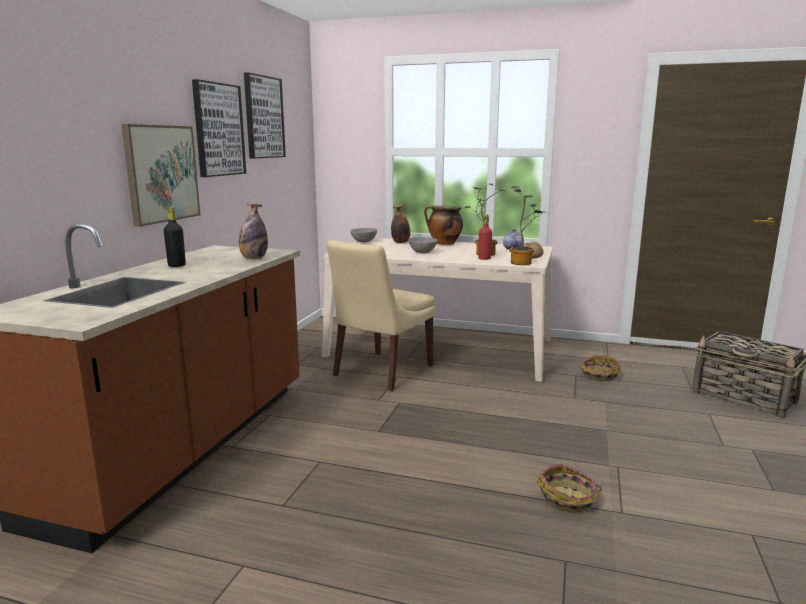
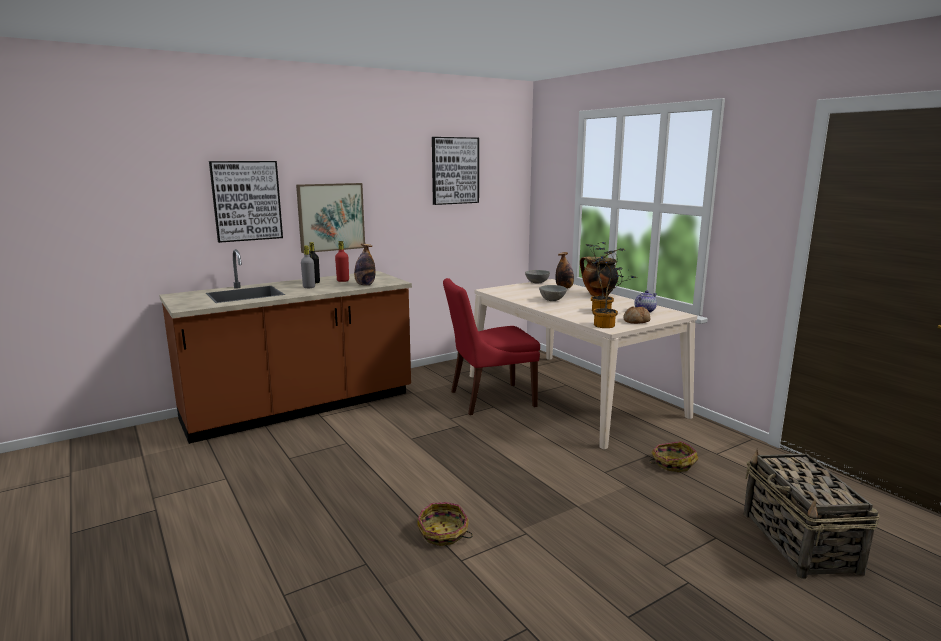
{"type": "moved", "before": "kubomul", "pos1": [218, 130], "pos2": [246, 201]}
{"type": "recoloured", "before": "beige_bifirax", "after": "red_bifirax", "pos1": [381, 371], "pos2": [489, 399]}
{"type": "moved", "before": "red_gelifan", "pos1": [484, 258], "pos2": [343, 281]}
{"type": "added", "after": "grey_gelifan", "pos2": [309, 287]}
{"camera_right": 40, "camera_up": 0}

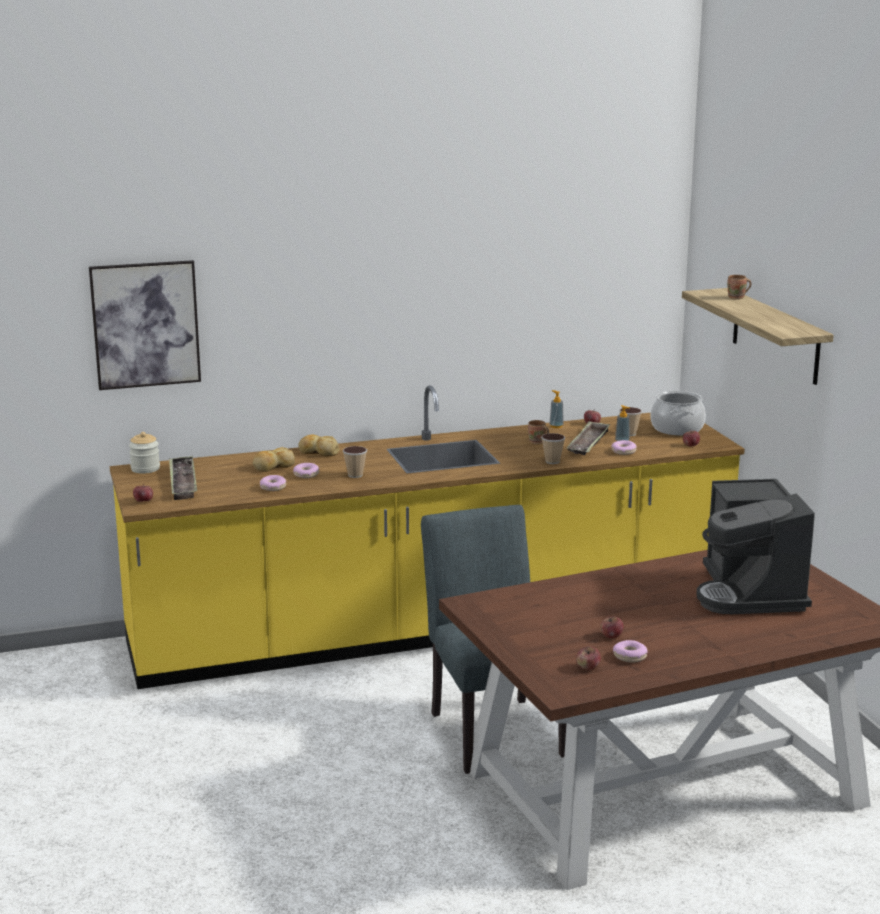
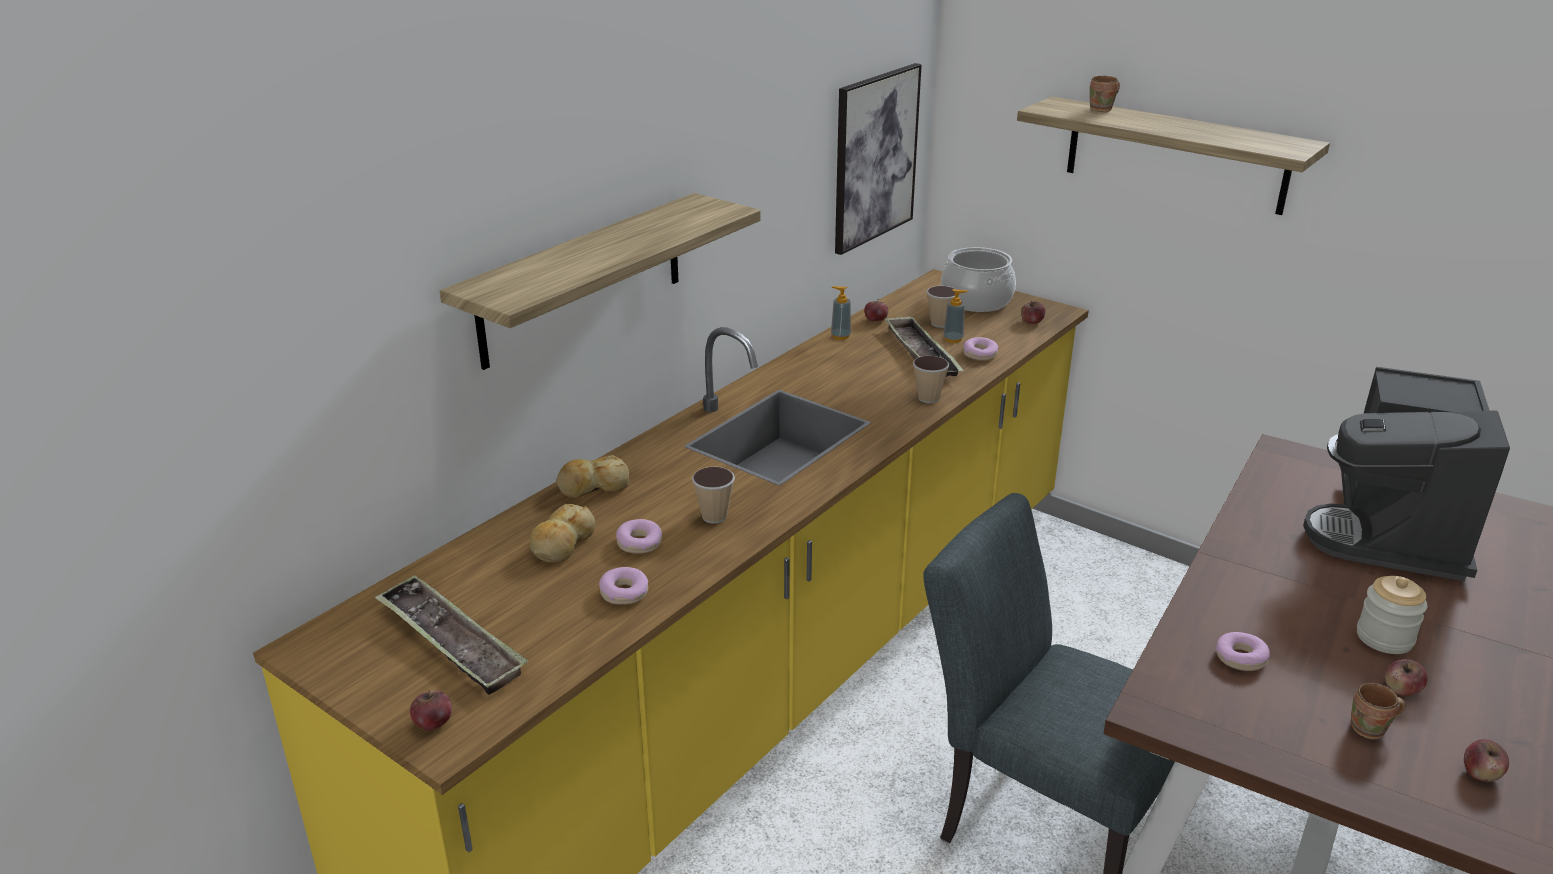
{"type": "moved", "before": "kubomul", "pos1": [145, 324], "pos2": [875, 157]}
{"type": "moved", "before": "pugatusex", "pos1": [145, 469], "pos2": [1384, 638]}
{"type": "moved", "before": "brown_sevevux", "pos1": [537, 442], "pos2": [1370, 730]}
{"type": "moved", "before": "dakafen", "pos1": [630, 656], "pos2": [1240, 658]}
{"type": "turned", "before": "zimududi", "pos1": [750, 593], "pos2": [1392, 533], "turn": 60}
{"type": "added", "after": "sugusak", "pos2": [582, 279]}
{"camera_right": -35, "camera_up": 10}

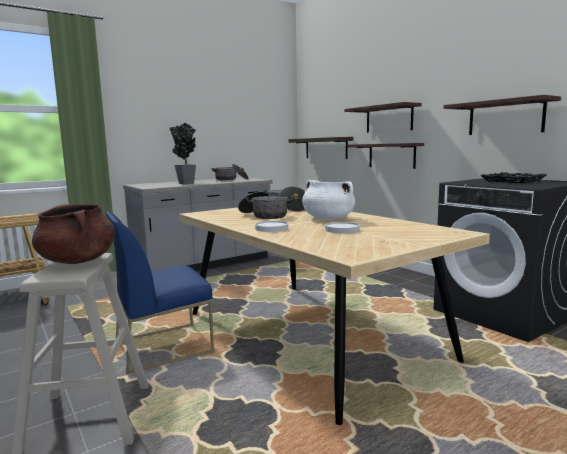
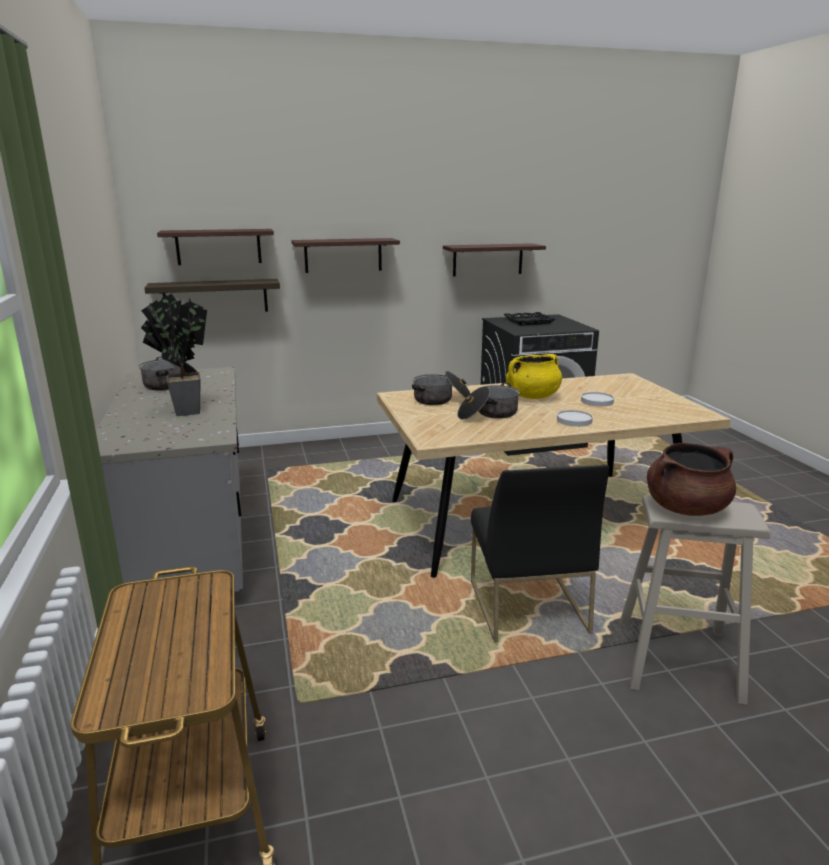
{"type": "recoloured", "before": "blue_bifirax", "after": "black_bifirax", "pos1": [164, 347], "pos2": [526, 606]}
{"type": "recoloured", "before": "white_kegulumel", "after": "yellow_kegulumel", "pos1": [328, 218], "pos2": [532, 396]}
{"type": "moved", "before": "sugusak", "pos1": [391, 155], "pos2": [218, 246]}
{"camera_right": -70, "camera_up": 10}

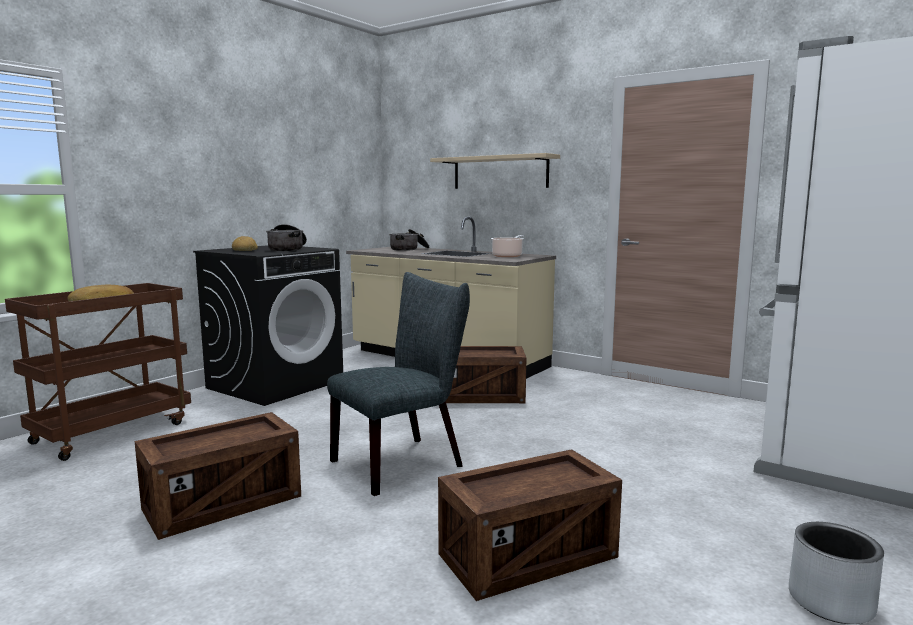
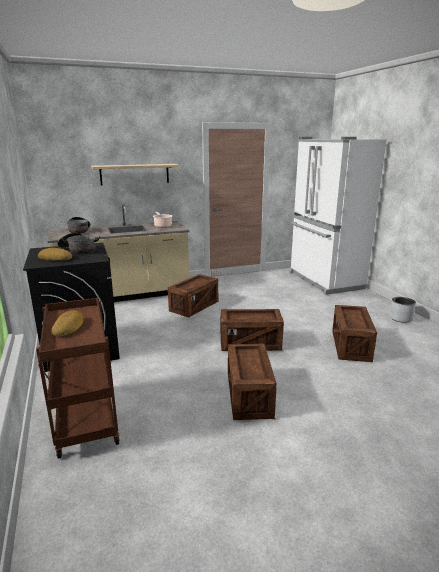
{"type": "replaced", "before": "grey_bifirax", "after": "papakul", "pos1": [404, 462], "pos2": [250, 343]}
{"camera_right": -55, "camera_up": 10}

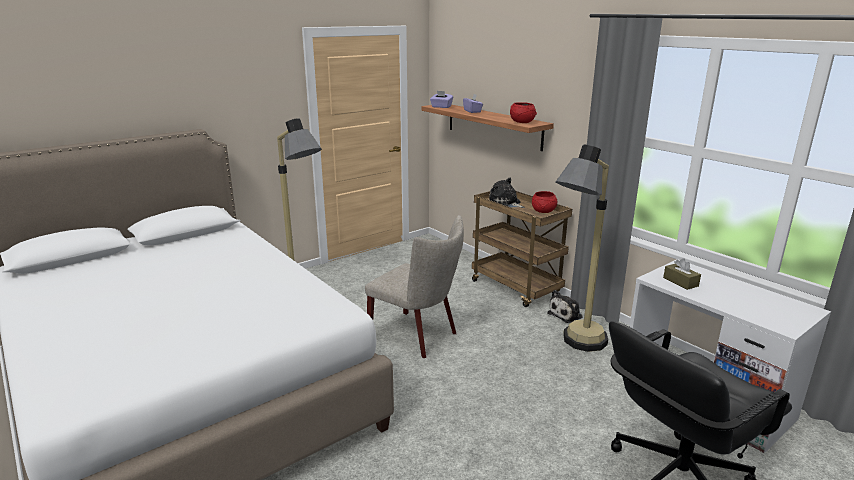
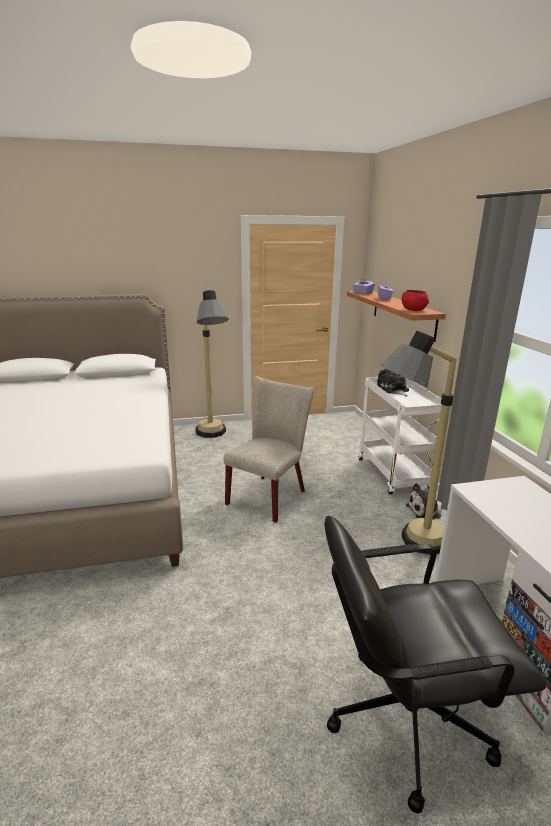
{"type": "turned", "before": "beige_bifirax", "pos1": [418, 336], "pos2": [270, 495], "turn": -120}
{"type": "recoloured", "before": "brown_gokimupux", "after": "white_gokimupux", "pos1": [516, 288], "pos2": [395, 475]}
{"type": "removed", "before": "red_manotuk", "pos1": [544, 211]}
{"type": "removed", "before": "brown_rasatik", "pos1": [680, 282]}
{"camera_right": 25, "camera_up": 0}

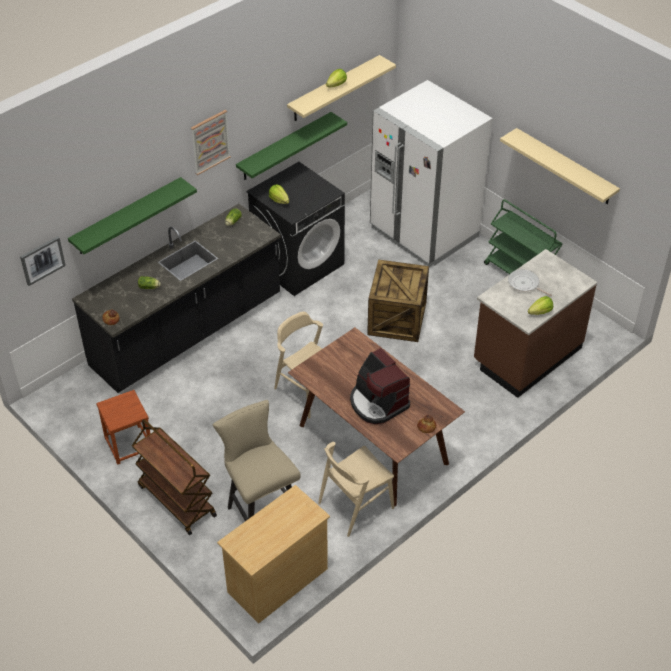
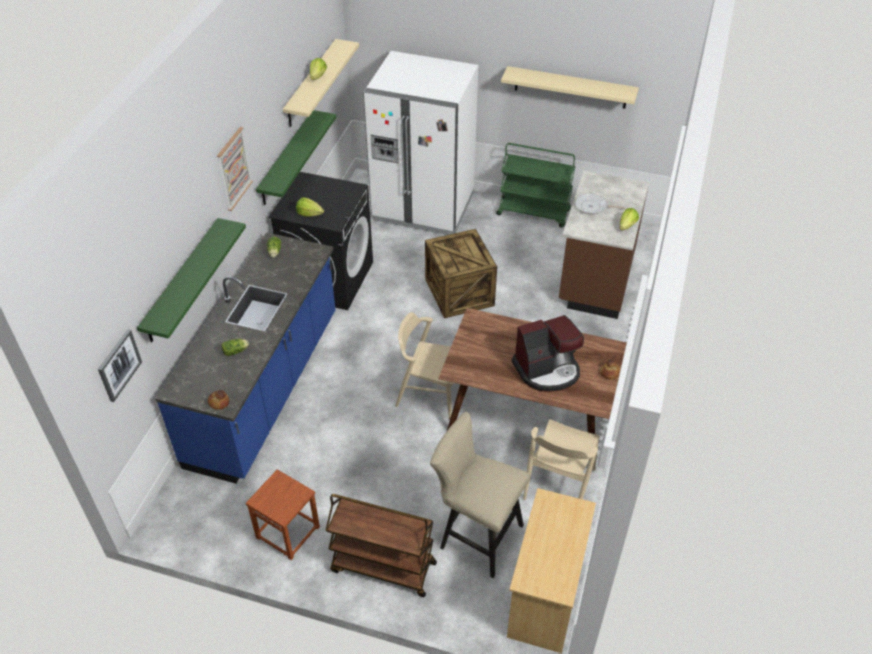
{"type": "recoloured", "before": "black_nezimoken", "after": "blue_nezimoken", "pos1": [187, 332], "pos2": [266, 388]}
{"type": "turned", "before": "zimududi", "pos1": [378, 403], "pos2": [547, 370], "turn": -45}
{"camera_right": -30, "camera_up": 0}

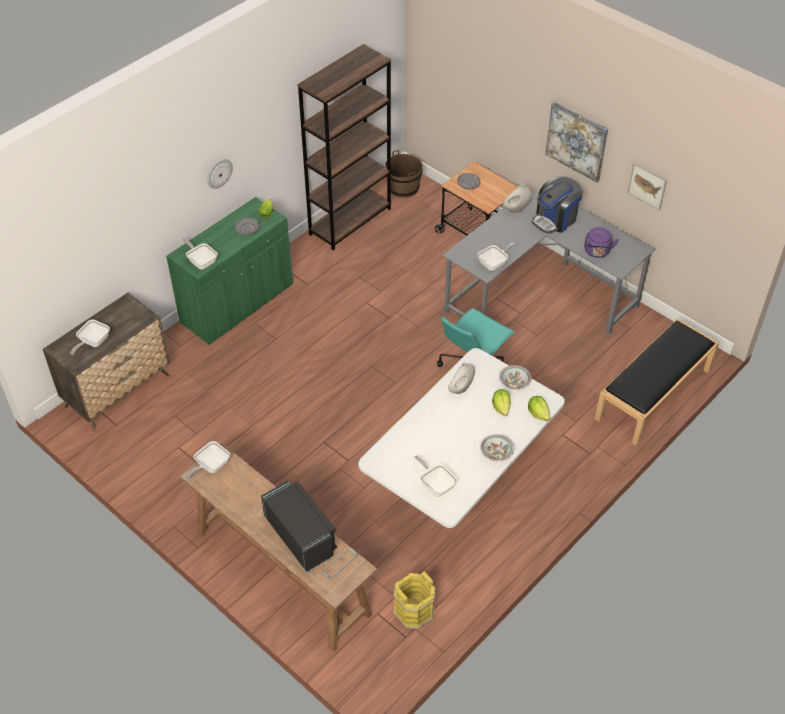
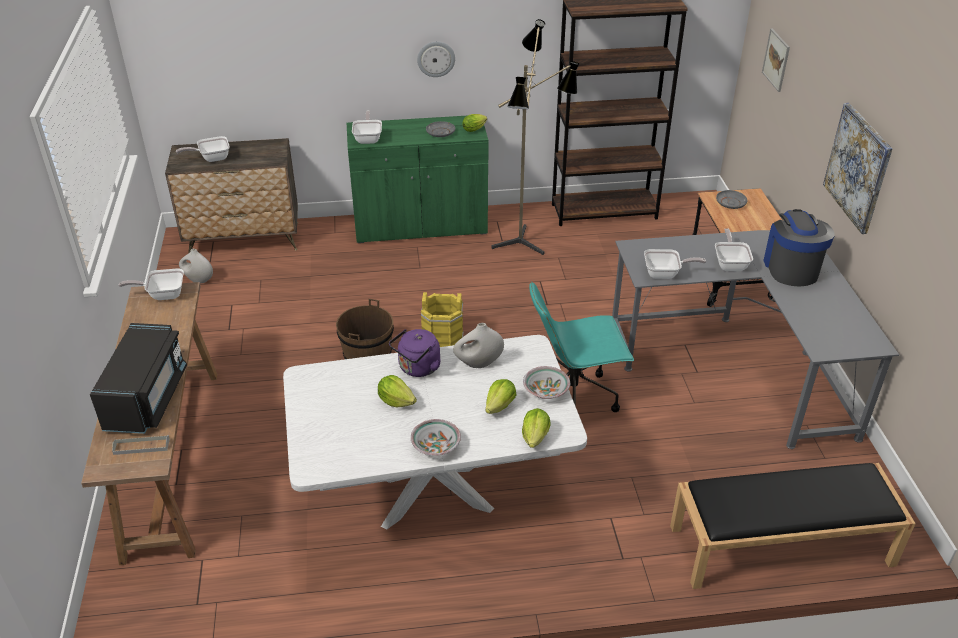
{"type": "moved", "before": "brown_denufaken", "pos1": [403, 188], "pos2": [367, 355]}
{"type": "moved", "before": "yellow_denufaken", "pos1": [413, 611], "pos2": [443, 340]}
{"type": "moved", "before": "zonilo", "pos1": [436, 485], "pos2": [730, 263]}
{"type": "moved", "before": "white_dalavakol", "pos1": [516, 209], "pos2": [198, 280]}
{"type": "turned", "before": "zimududi", "pos1": [555, 219], "pos2": [791, 268], "turn": 90}
{"type": "moved", "before": "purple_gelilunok", "pos1": [597, 252], "pos2": [417, 368]}
{"type": "moved", "before": "kubomul", "pos1": [647, 186], "pos2": [776, 60]}
{"type": "added", "after": "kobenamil", "pos2": [396, 401]}
{"type": "added", "after": "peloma", "pos2": [526, 243]}
{"camera_right": 40, "camera_up": -10}

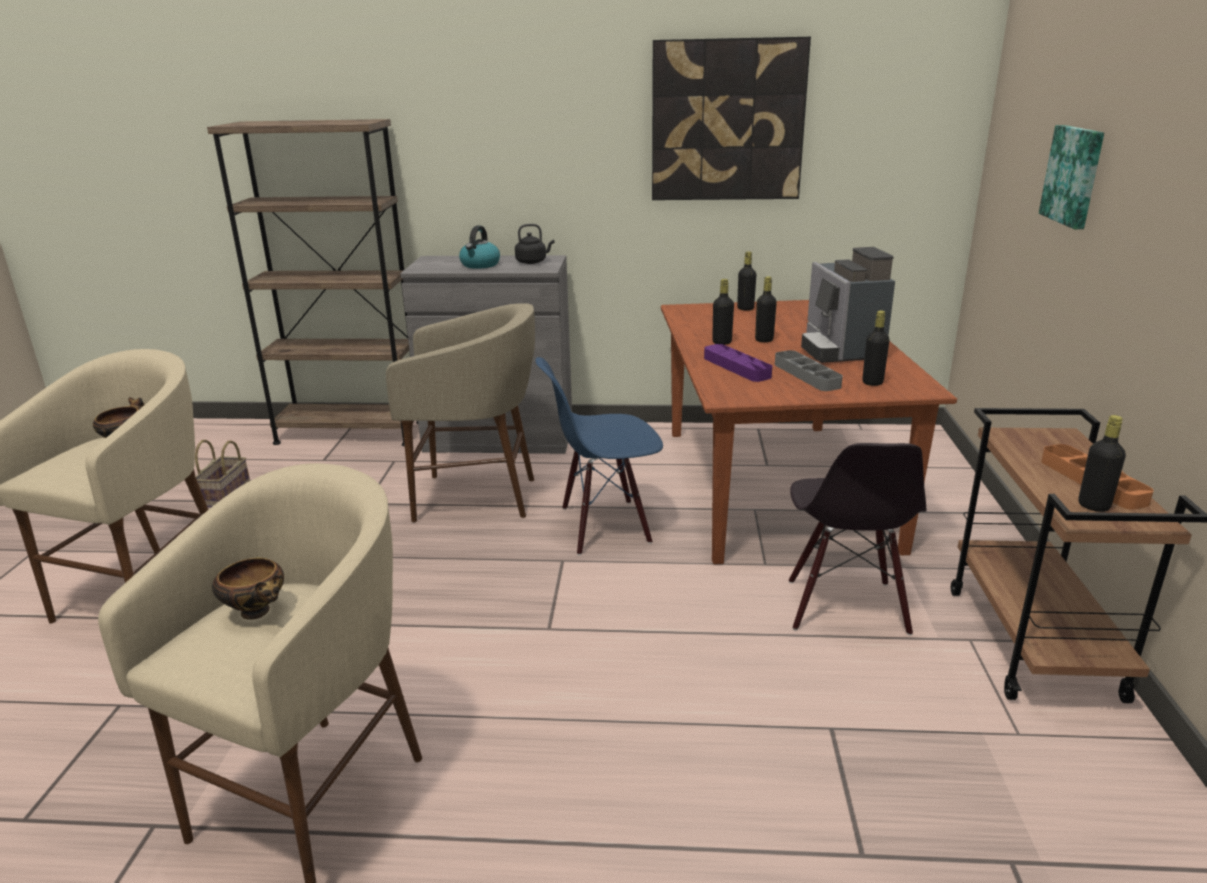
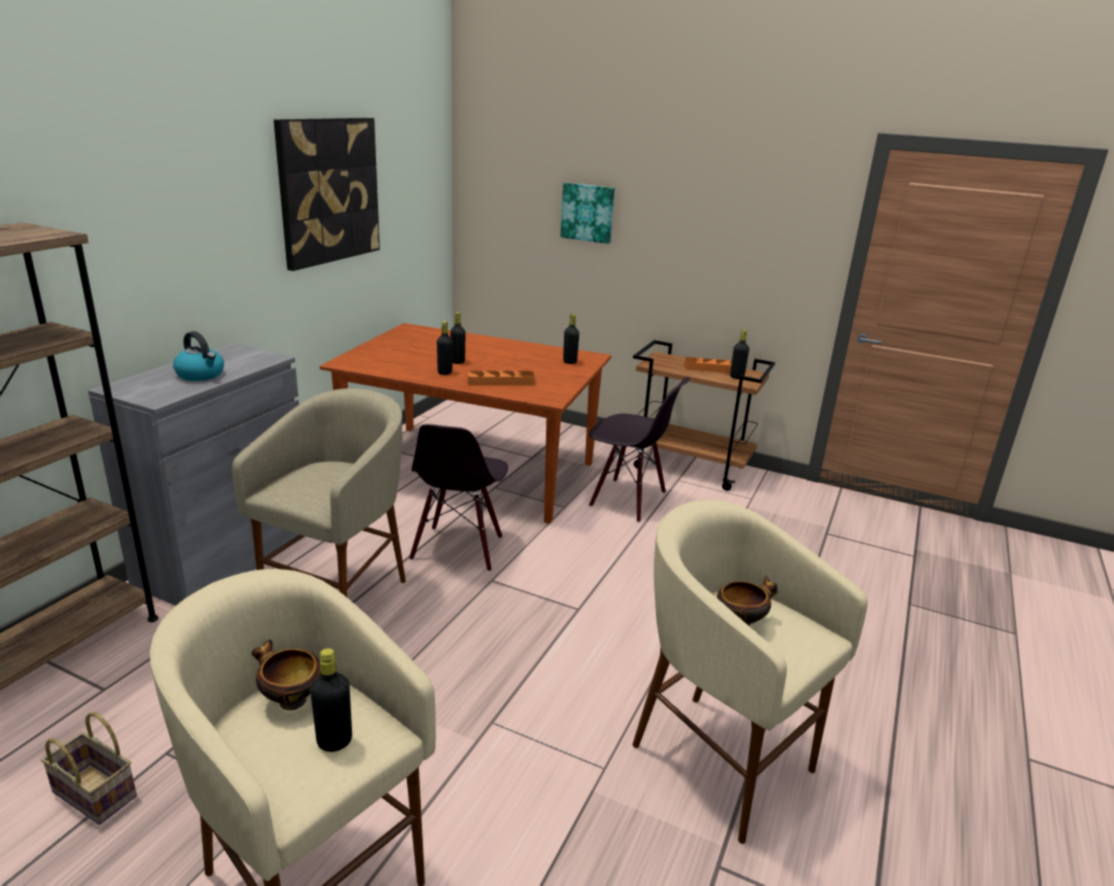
{"type": "removed", "before": "black_gelilunok", "pos1": [533, 262]}
{"type": "recoloured", "before": "blue_bifirax", "after": "black_bifirax", "pos1": [604, 526], "pos2": [458, 549]}
{"type": "recoloured", "before": "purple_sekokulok", "after": "orange_sekokulok", "pos1": [736, 367], "pos2": [501, 382]}
{"type": "moved", "before": "black_gelifan", "pos1": [745, 308], "pos2": [334, 741]}
{"type": "removed", "before": "grey_sekokulok", "pos1": [806, 375]}
{"type": "removed", "before": "zimududi", "pos1": [840, 350]}
{"camera_right": -70, "camera_up": 0}

